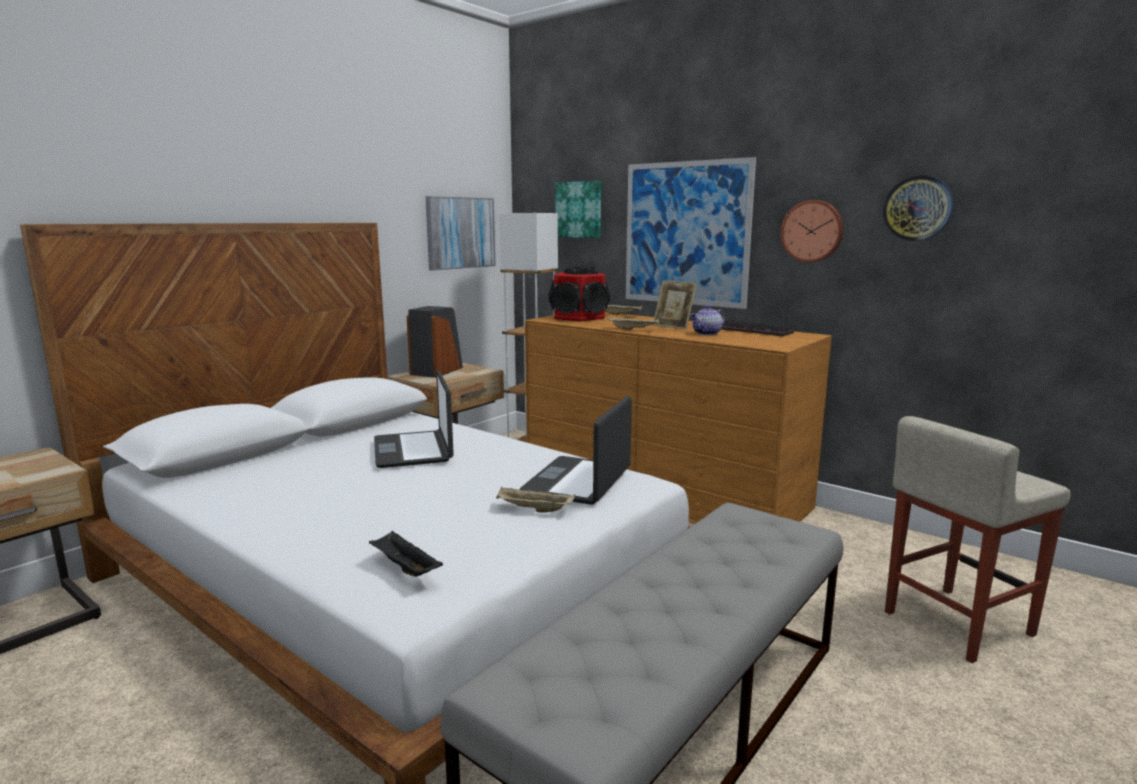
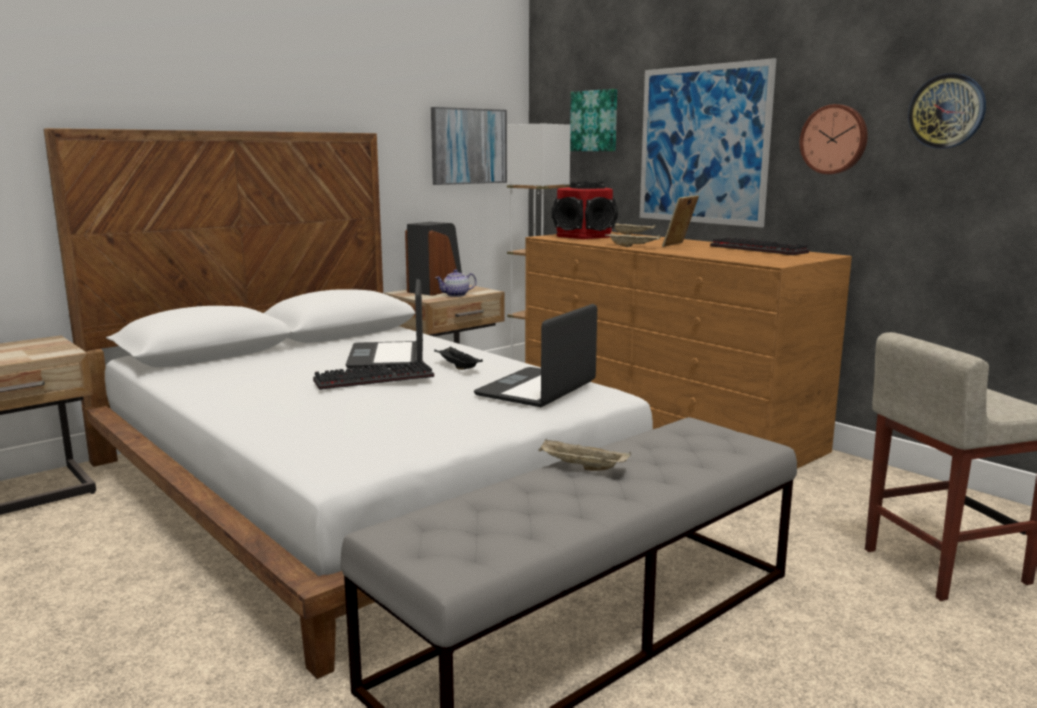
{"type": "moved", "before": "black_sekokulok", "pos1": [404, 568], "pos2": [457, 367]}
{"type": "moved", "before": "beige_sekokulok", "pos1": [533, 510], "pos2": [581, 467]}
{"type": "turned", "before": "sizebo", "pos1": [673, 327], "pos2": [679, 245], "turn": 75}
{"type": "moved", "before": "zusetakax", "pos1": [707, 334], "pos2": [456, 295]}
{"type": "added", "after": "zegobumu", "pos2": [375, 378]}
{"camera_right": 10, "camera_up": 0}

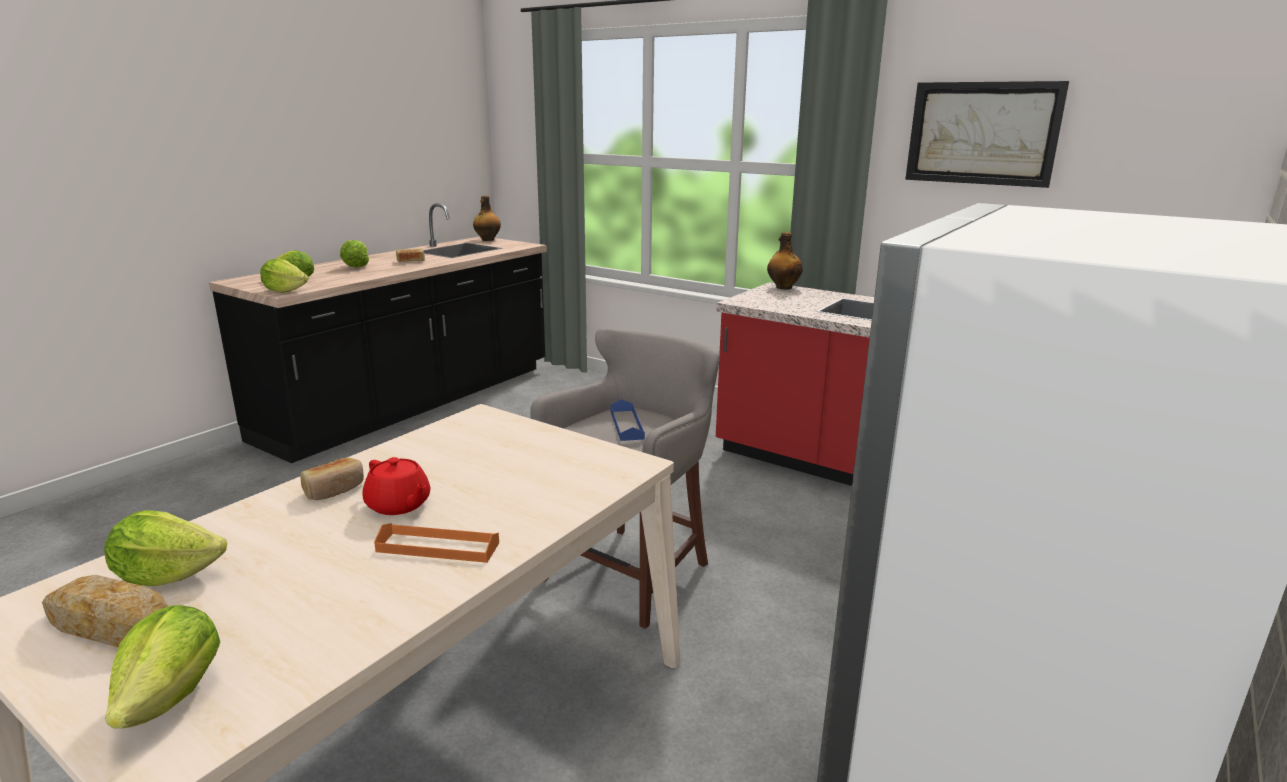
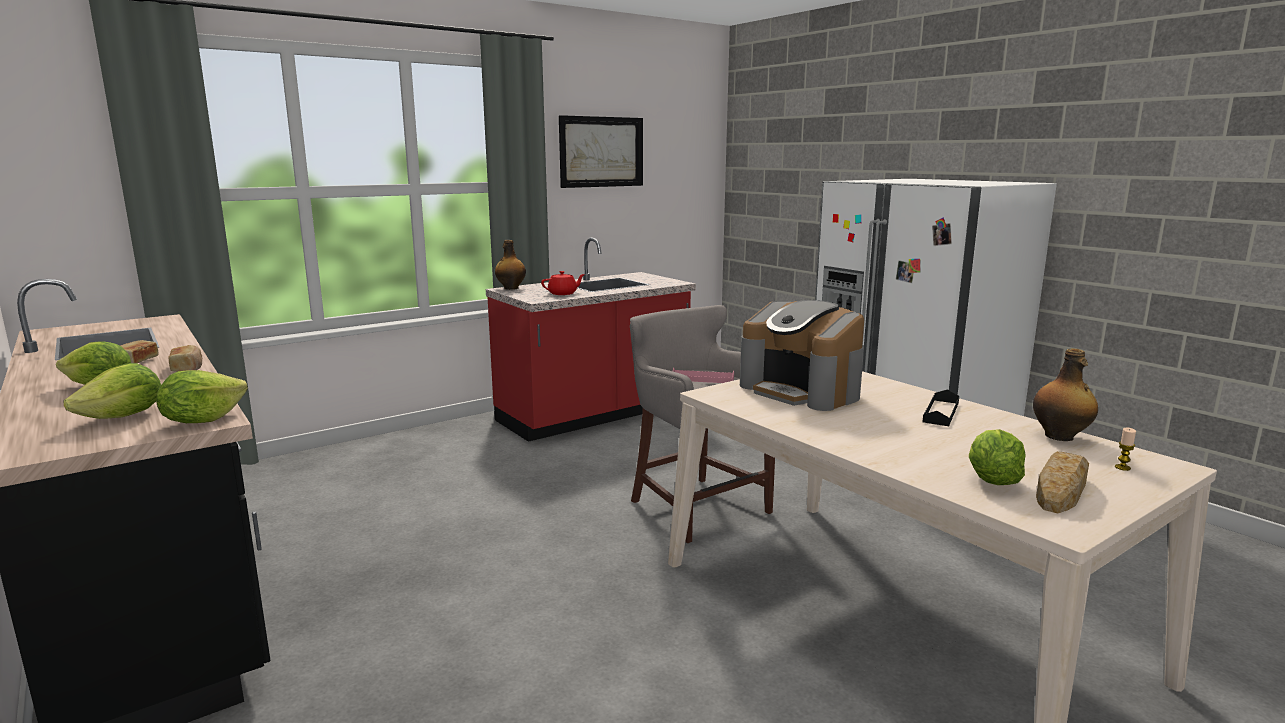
{"type": "replaced", "before": "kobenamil", "after": "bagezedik", "pos1": [173, 696], "pos2": [1122, 467]}
{"type": "moved", "before": "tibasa", "pos1": [335, 490], "pos2": [187, 368]}
{"type": "moved", "before": "red_zusetakax", "pos1": [399, 505], "pos2": [563, 293]}
{"type": "recoloured", "before": "orange_sekokulok", "after": "black_sekokulok", "pos1": [438, 547], "pos2": [941, 412]}
{"type": "moved", "before": "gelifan", "pos1": [487, 240], "pos2": [1060, 437]}
{"type": "recoloured", "before": "blue_sekokulok", "after": "pink_sekokulok", "pos1": [626, 425], "pos2": [703, 379]}
{"type": "added", "after": "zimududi", "pos2": [801, 391]}
{"camera_right": -70, "camera_up": -5}

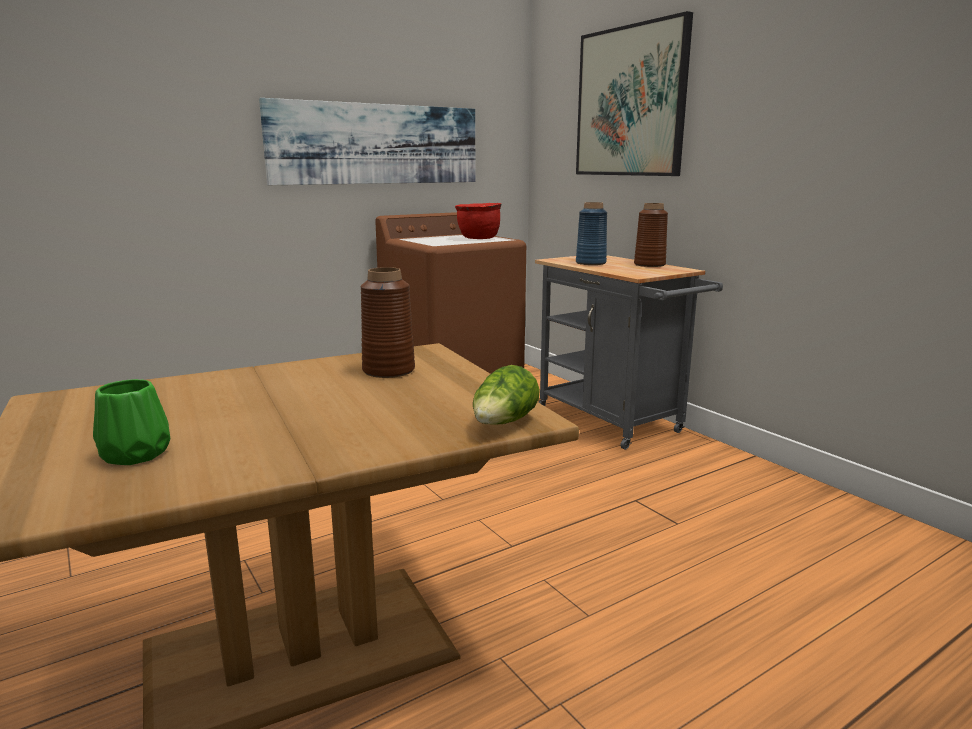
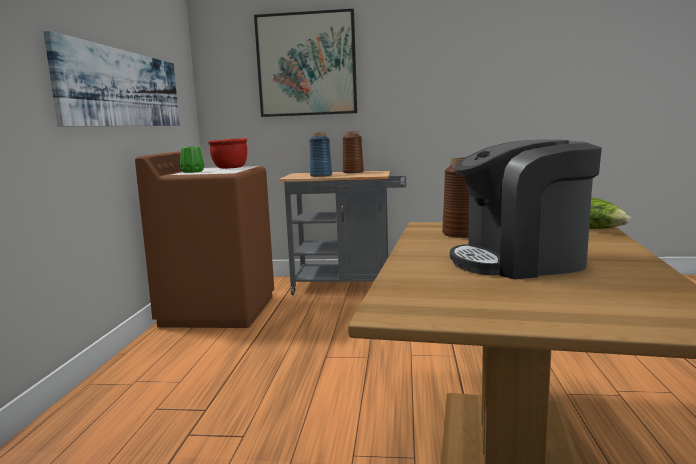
{"type": "moved", "before": "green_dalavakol", "pos1": [134, 455], "pos2": [193, 172]}
{"type": "added", "after": "zimududi", "pos2": [520, 261]}
{"camera_right": -50, "camera_up": -5}

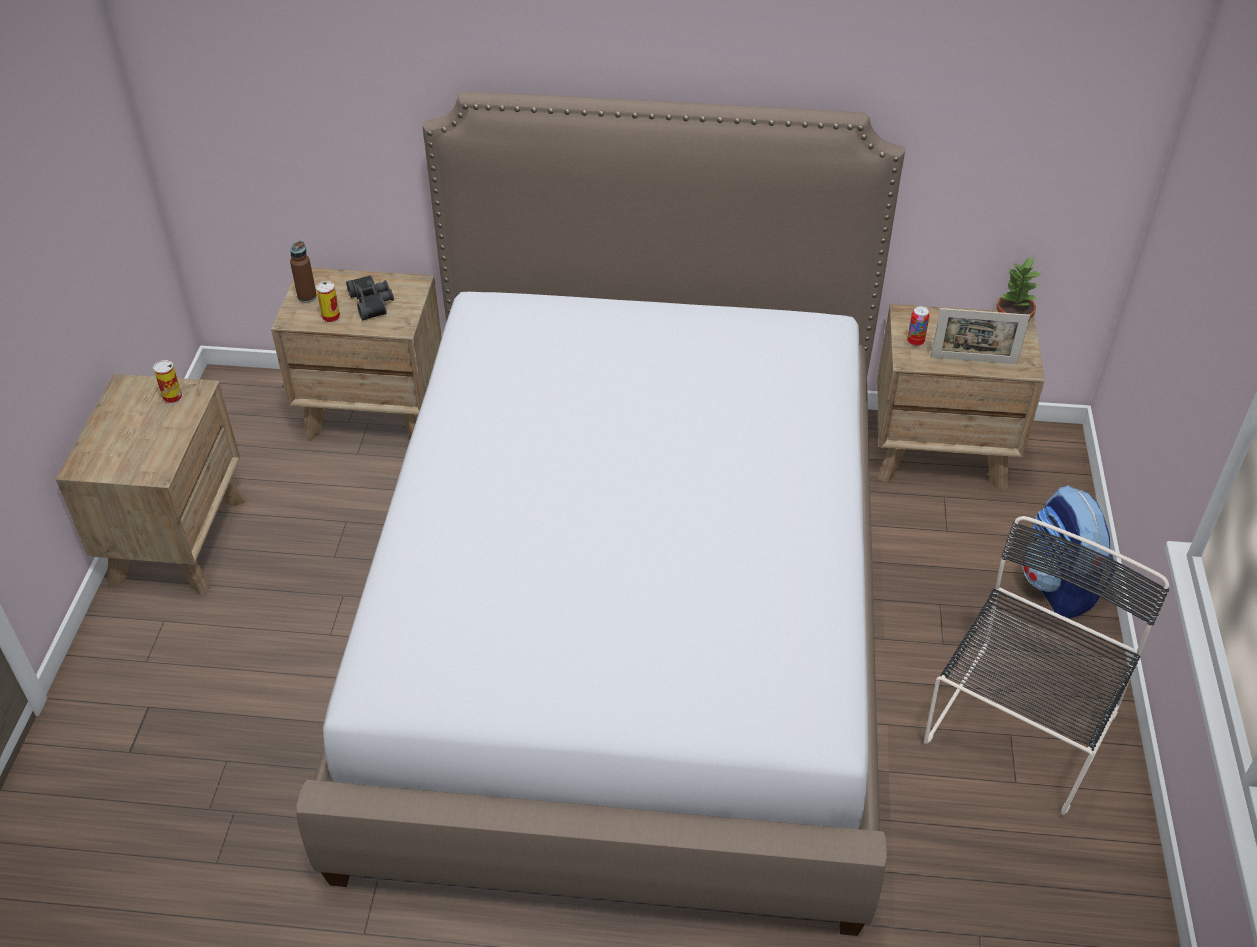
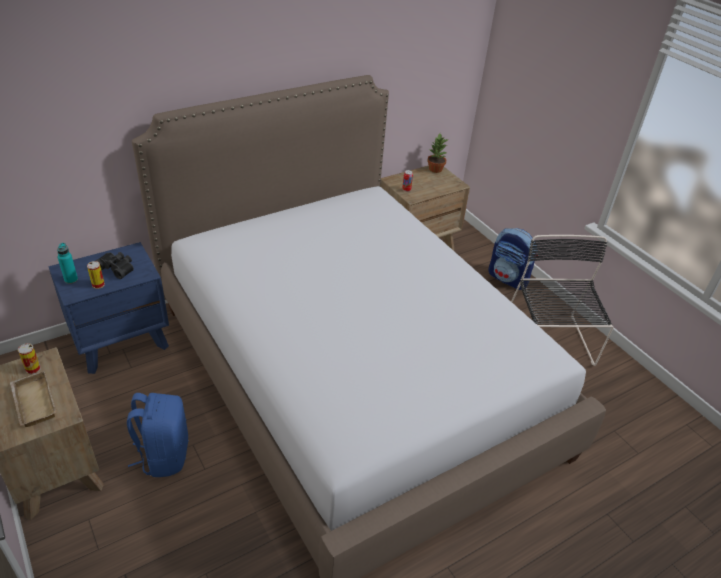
{"type": "recoloured", "before": "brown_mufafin", "after": "blue_mufafin", "pos1": [374, 412], "pos2": [122, 341]}
{"type": "recoloured", "before": "brown_gelifan", "after": "turquoise_gelifan", "pos1": [307, 297], "pos2": [71, 280]}
{"type": "removed", "before": "sizebo", "pos1": [973, 360]}
{"type": "added", "after": "beige_sekokulok", "pos2": [32, 402]}
{"type": "added", "after": "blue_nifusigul", "pos2": [164, 455]}
{"camera_right": -40, "camera_up": -5}

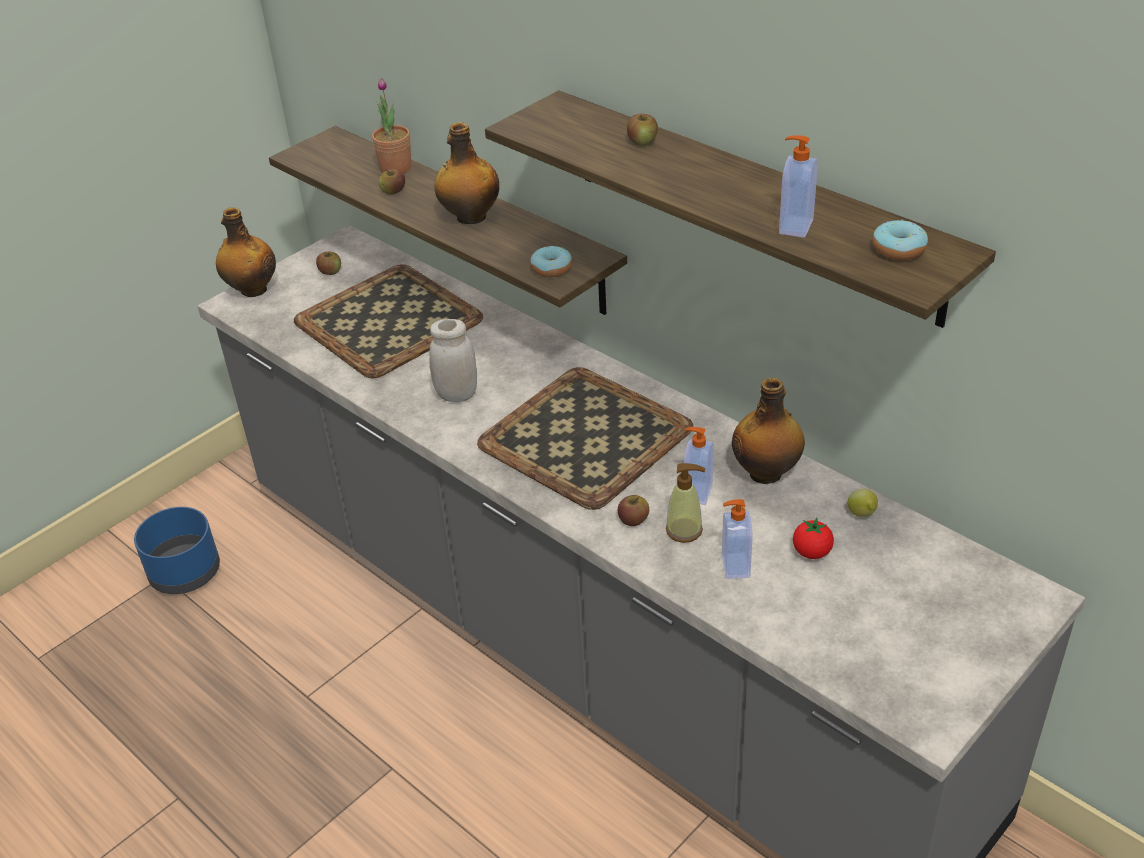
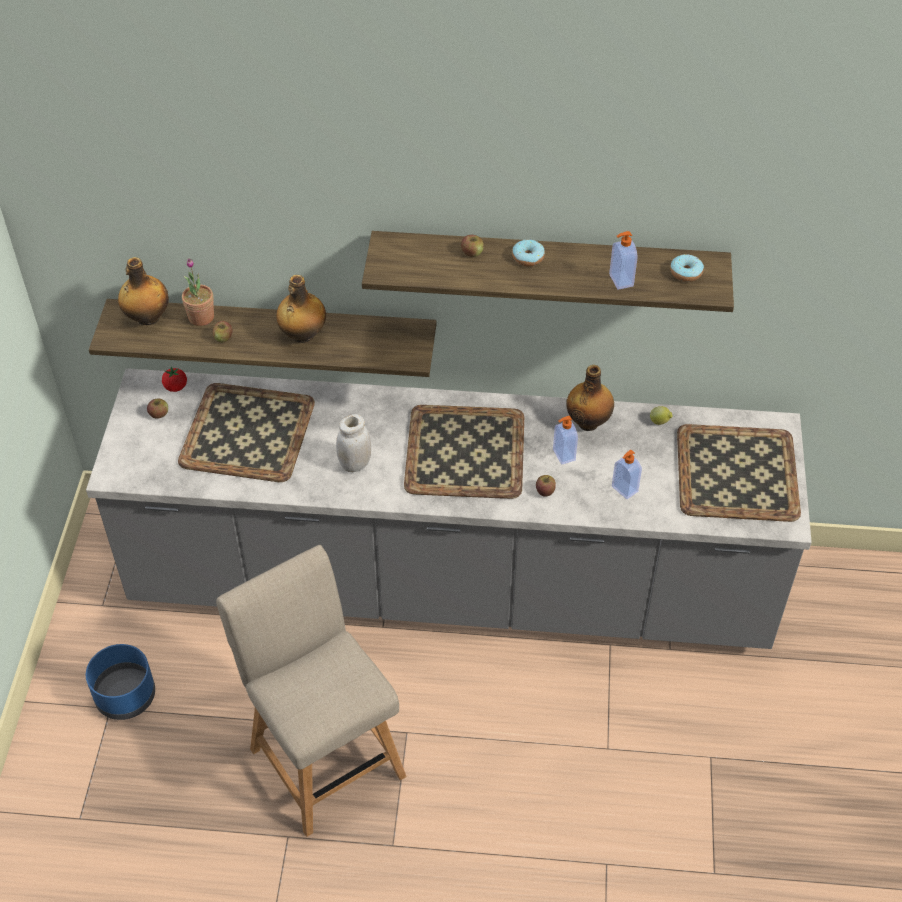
{"type": "moved", "before": "gelifan", "pos1": [252, 290], "pos2": [147, 318]}
{"type": "moved", "before": "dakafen", "pos1": [551, 269], "pos2": [528, 258]}
{"type": "removed", "before": "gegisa", "pos1": [684, 530]}
{"type": "moved", "before": "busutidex", "pos1": [812, 552], "pos2": [176, 387]}
{"type": "added", "after": "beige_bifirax", "pos2": [323, 756]}
{"type": "added", "after": "sekokulok", "pos2": [738, 474]}
{"camera_right": -40, "camera_up": 10}

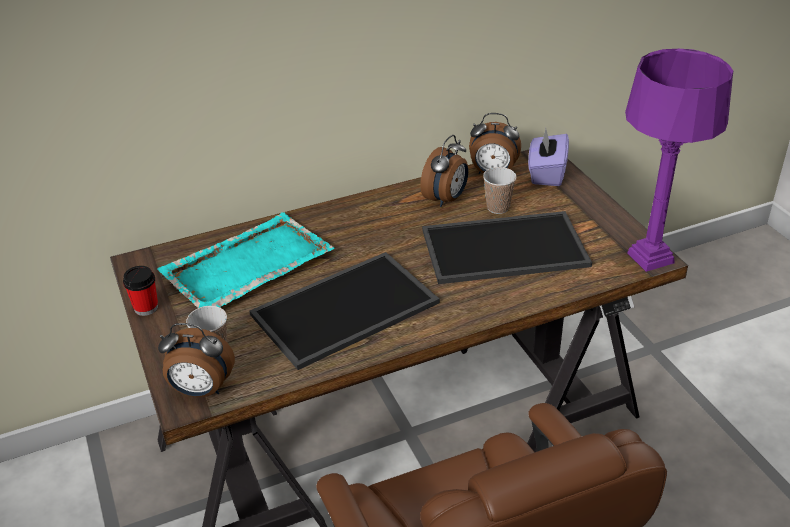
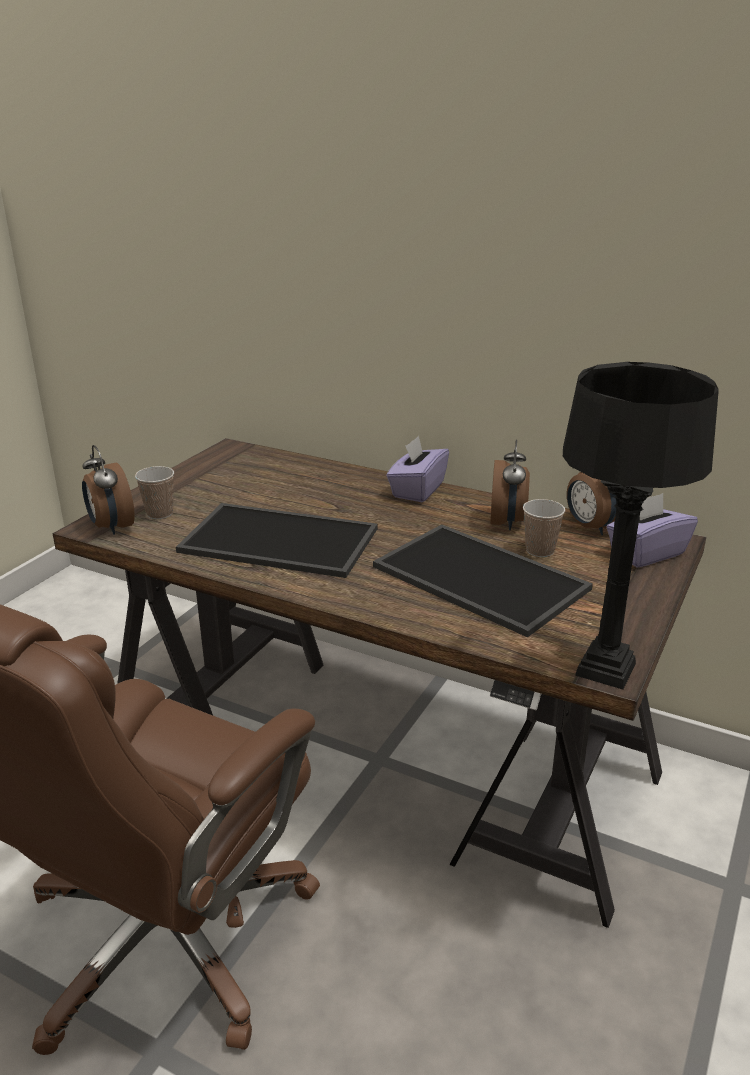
{"type": "removed", "before": "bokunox", "pos1": [146, 308]}
{"type": "removed", "before": "turquoise_sekokulok", "pos1": [246, 266]}
{"type": "turned", "before": "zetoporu", "pos1": [446, 199], "pos2": [508, 522], "turn": -75}
{"type": "recoloured", "before": "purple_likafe", "after": "black_likafe", "pos1": [650, 257], "pos2": [606, 669]}
{"type": "added", "after": "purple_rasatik", "pos2": [417, 490]}
{"camera_right": 50, "camera_up": -10}

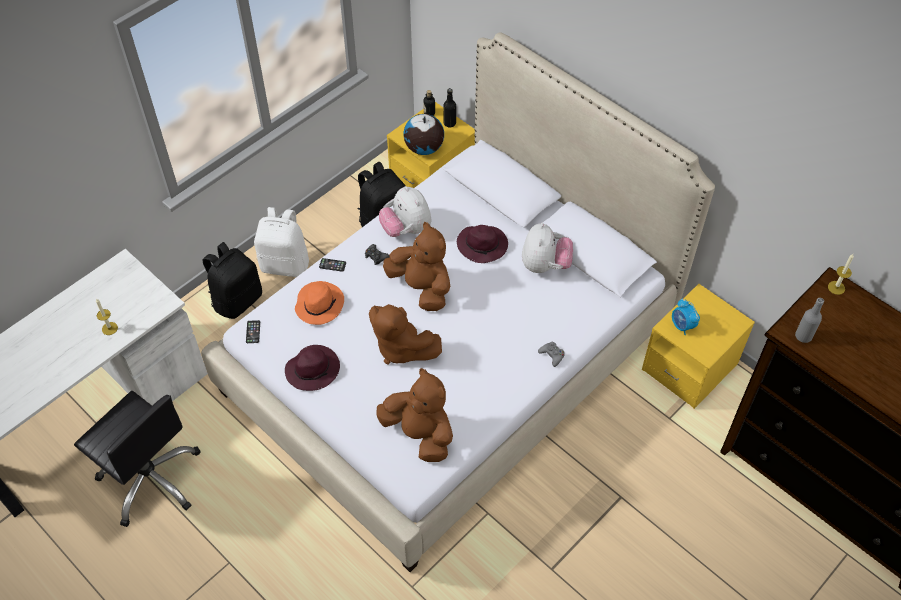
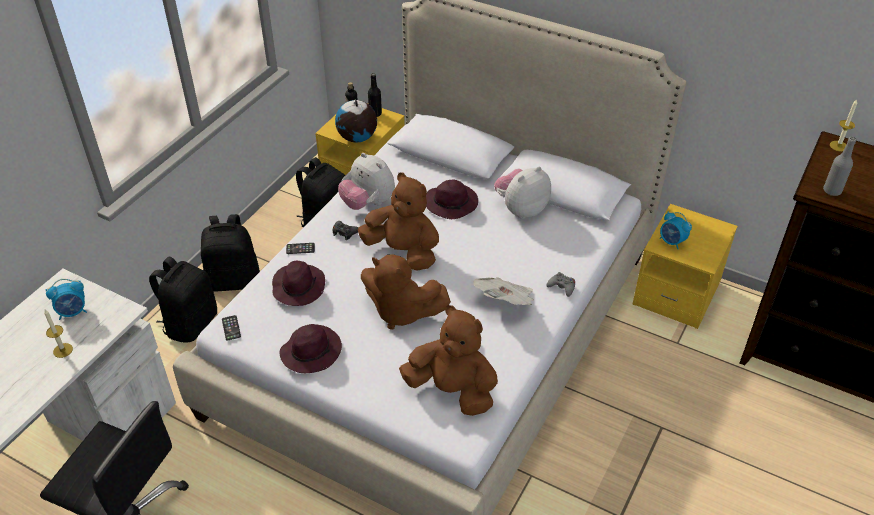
{"type": "recoloured", "before": "white_nifusigul", "after": "black_nifusigul", "pos1": [285, 264], "pos2": [234, 280]}
{"type": "recoloured", "before": "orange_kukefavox", "after": "purple_kukefavox", "pos1": [319, 304], "pos2": [298, 287]}
{"type": "turned", "before": "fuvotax", "pos1": [545, 265], "pos2": [521, 209], "turn": -120}
{"type": "added", "after": "zetoporu", "pos2": [73, 312]}
{"type": "added", "after": "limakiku", "pos2": [505, 302]}
{"camera_right": -15, "camera_up": -10}

